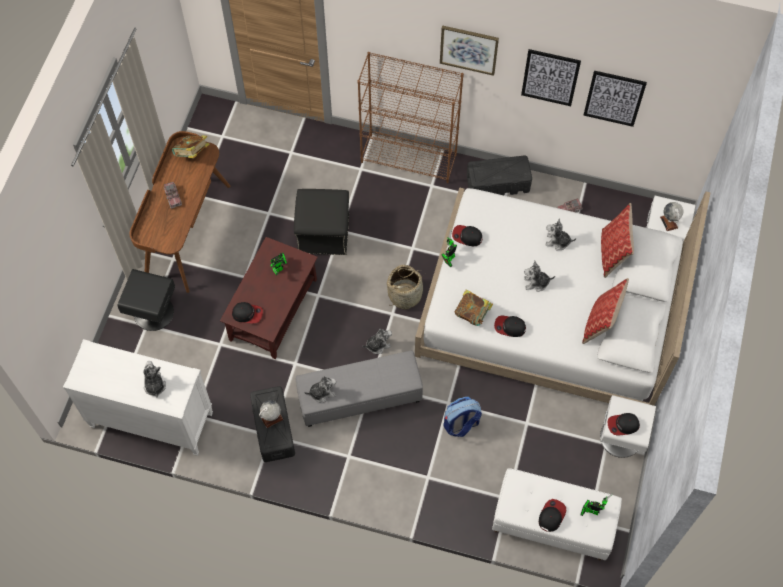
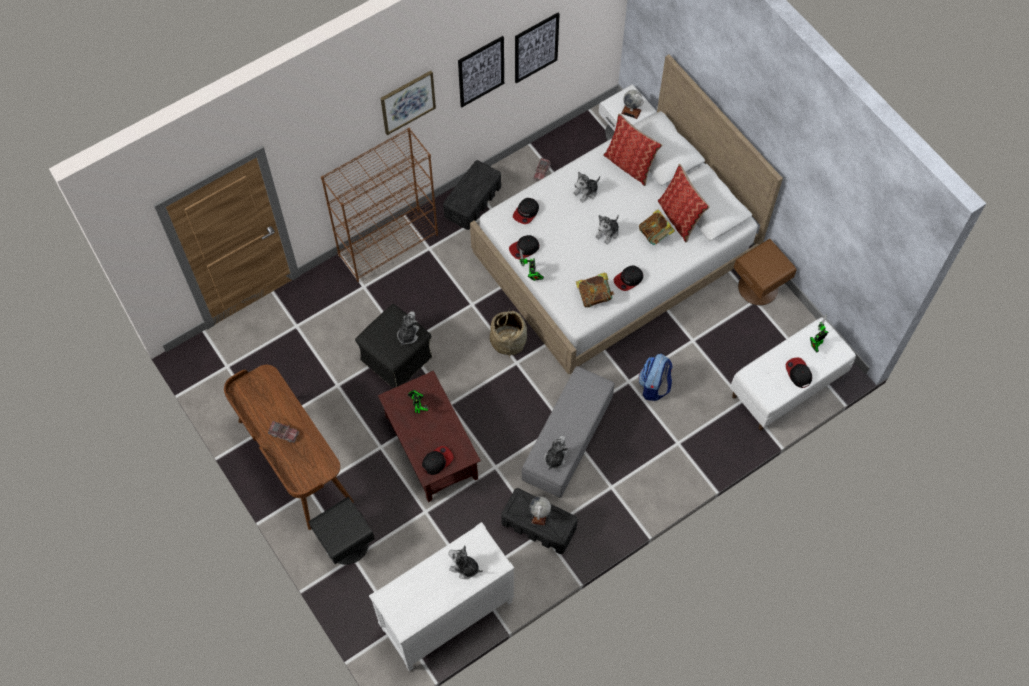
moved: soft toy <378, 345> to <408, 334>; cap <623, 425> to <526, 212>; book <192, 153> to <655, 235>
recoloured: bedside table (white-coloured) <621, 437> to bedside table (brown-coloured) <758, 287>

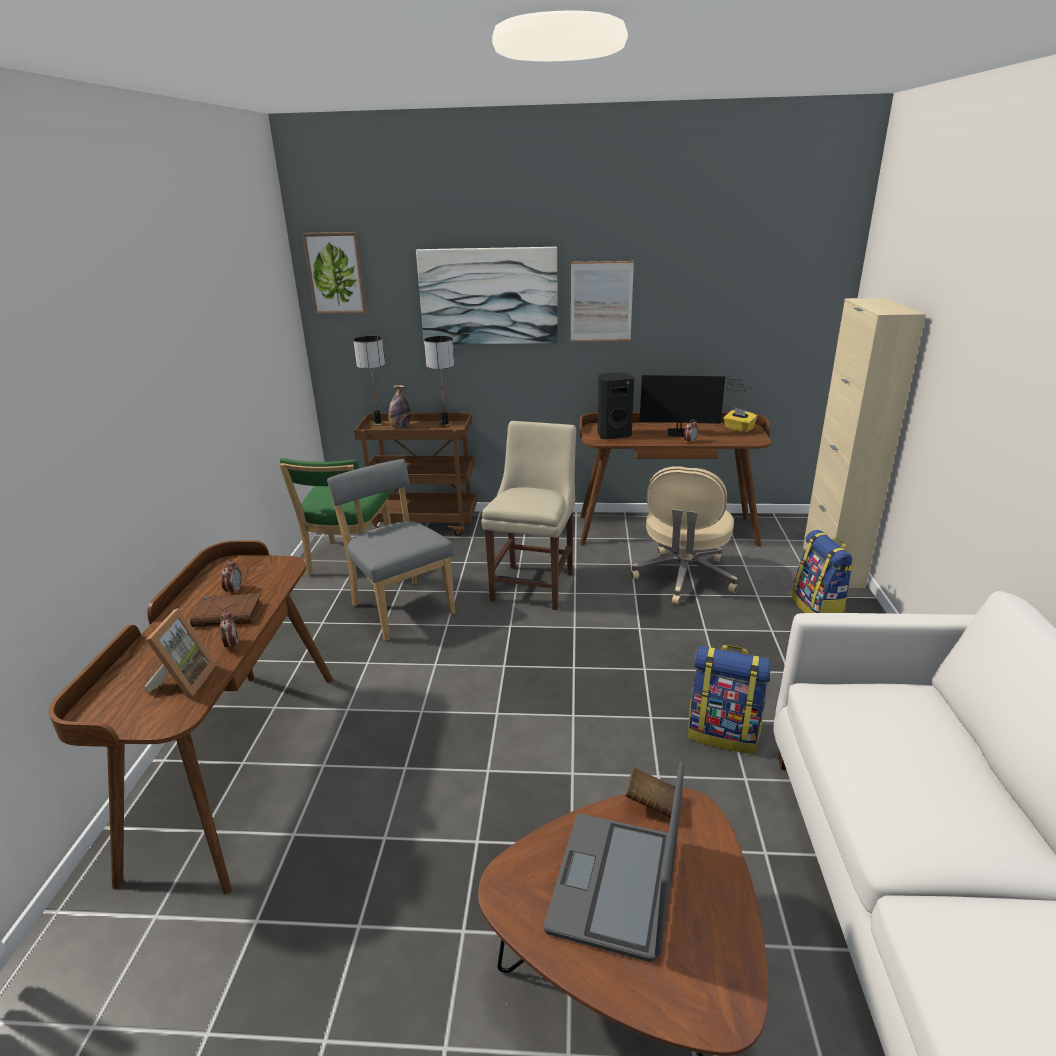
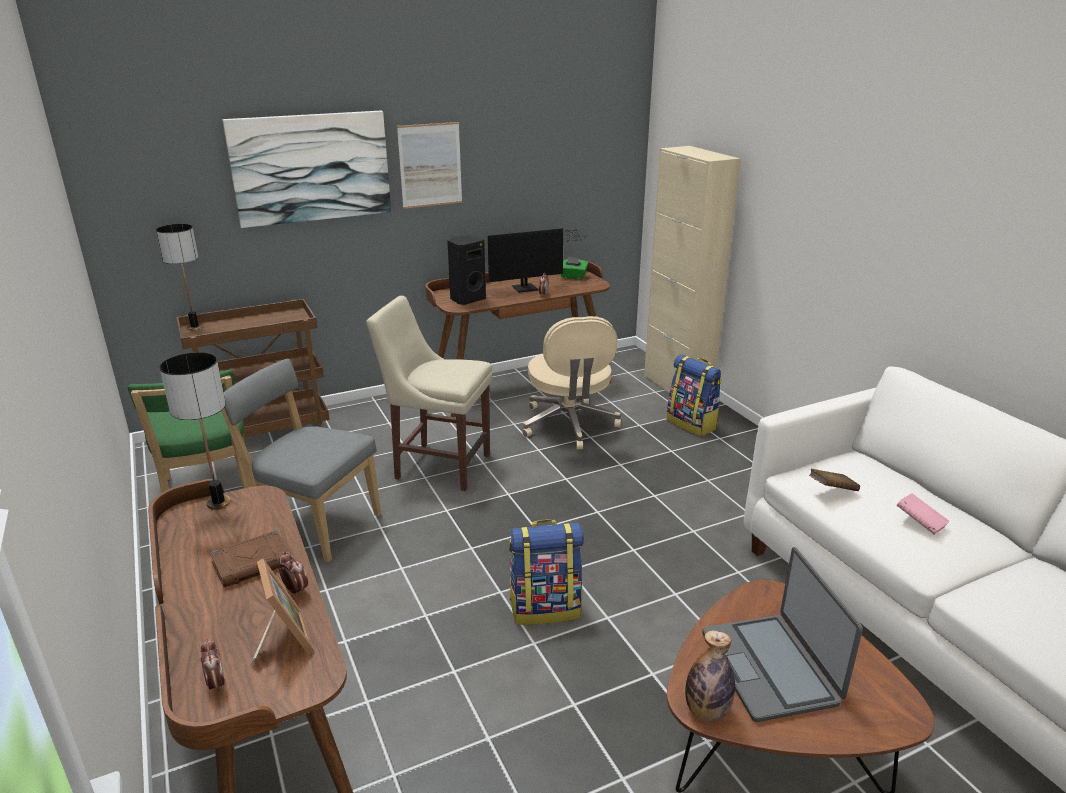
removed: wall art <336, 273>
added: book (pink-coloured) <919, 523>
moved: lamp for a table <445, 425> to <218, 503>; table clock <234, 591> to <216, 683>; backpack <724, 733> to <545, 608>; drink bottle <400, 428> to <706, 711>; book (brown-coloured) <653, 804> to <832, 489>
recoloured: box of tissues (yellowish) <738, 429> to box of tissues (green-coloured) <573, 277>
turned: chair (sand-coloured) <534, 584> = <438, 465> 60 degrees counterclockwise

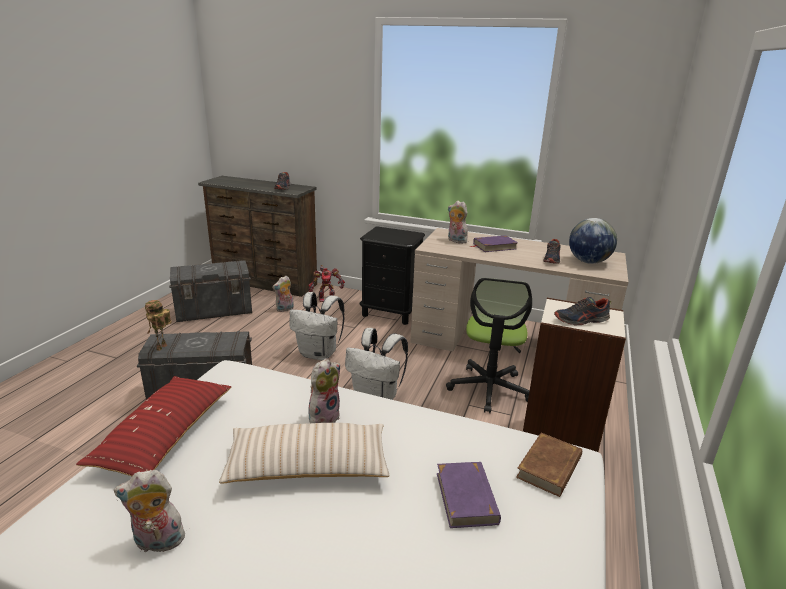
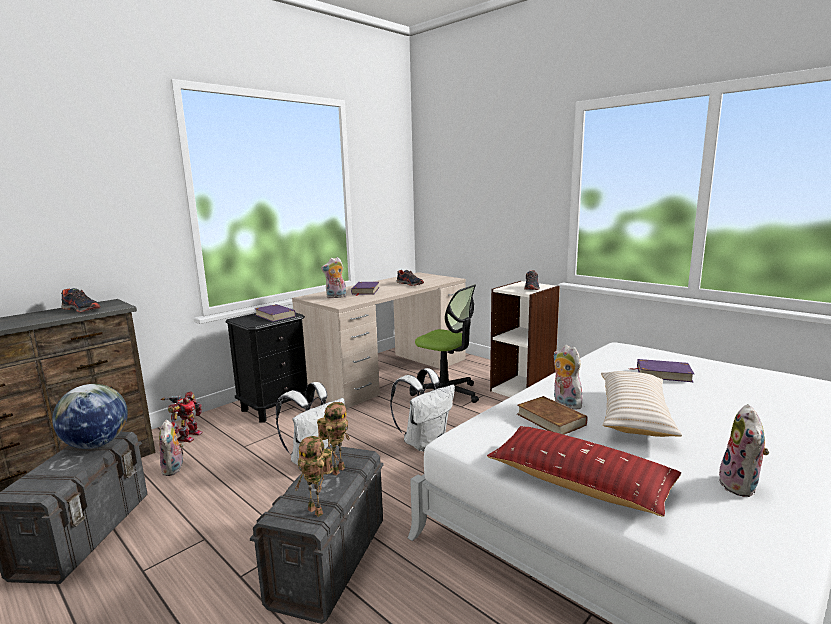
added: book (purple-coloured) <275, 315>; robot figure <337, 469>
moved: world globe <588, 262> to <96, 444>; book (brown-coloured) <549, 467> to <550, 419>

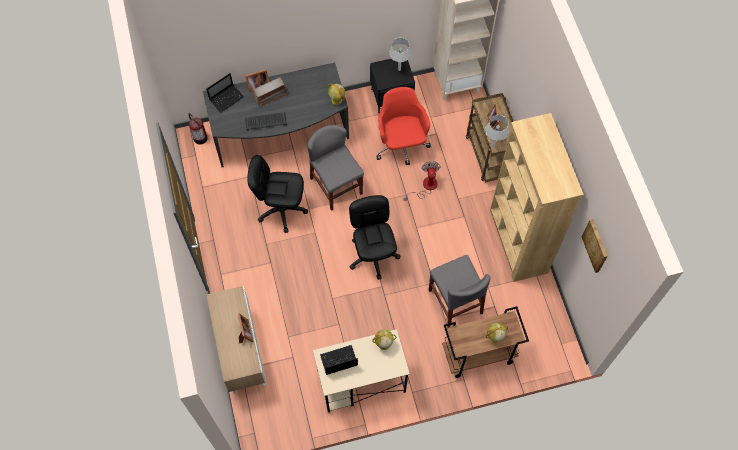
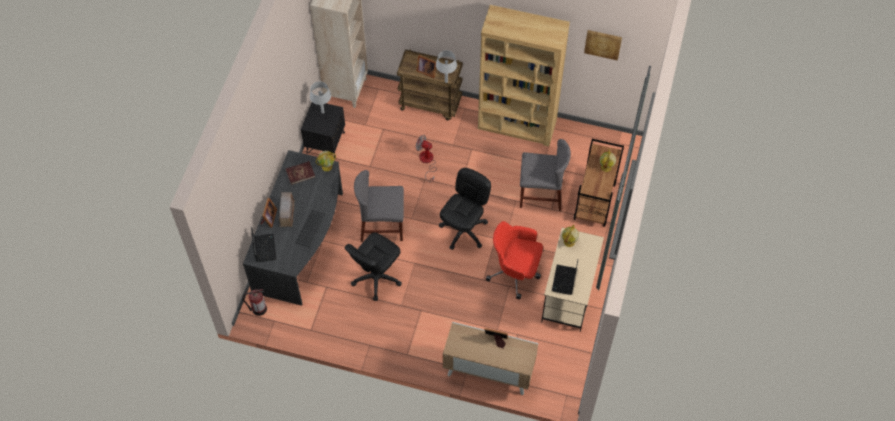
added: book (red-coloured) <300, 173>
moved: desk chair (red-coloured) <401, 144> to <515, 272>
turned: desk chair (blackish) <373, 255> = <464, 230> 105 degrees clockwise

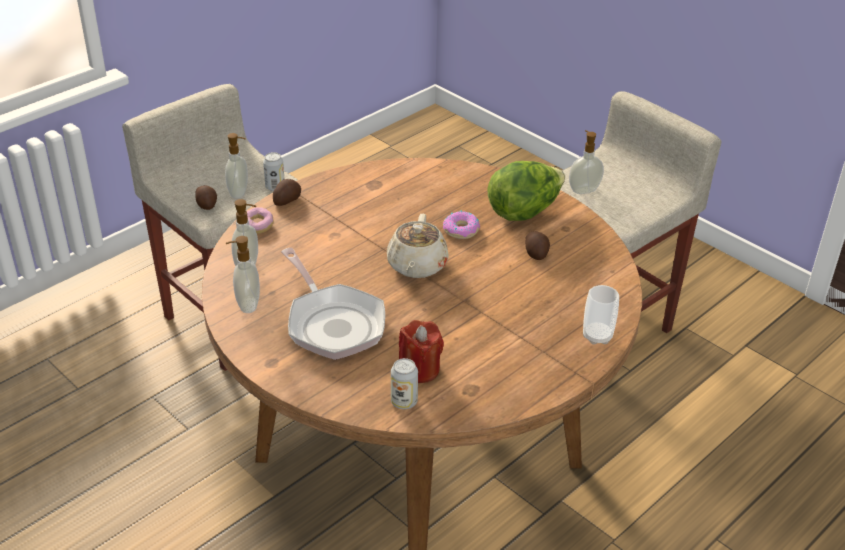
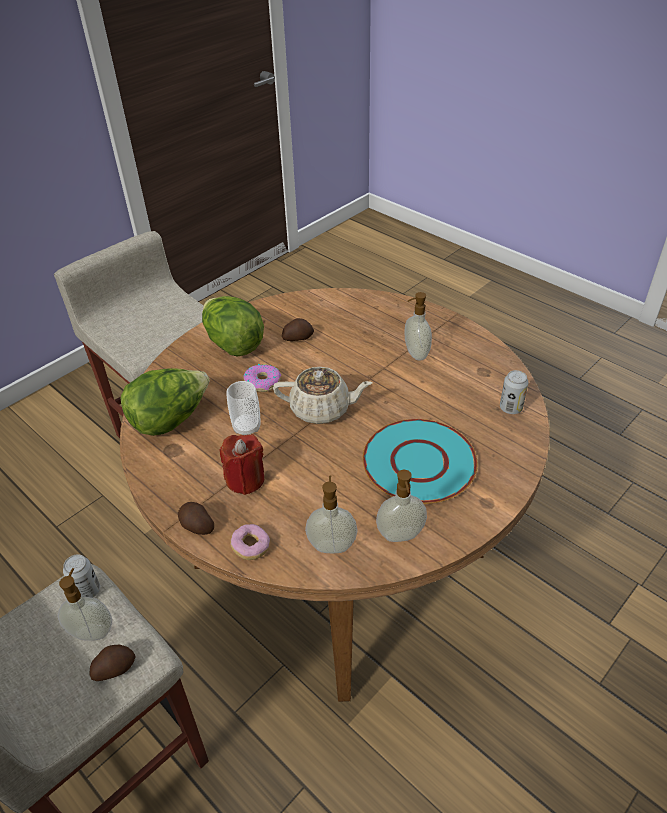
added: lettuce head <170, 419>
moved: wax candle (red-coloured) <419, 369> to <245, 479>; cup <597, 336> to <246, 427>; liquid soap bottle <583, 190> to <415, 354>
replaced: skillet <333, 323> to dinner plate (turquoise) <418, 462>

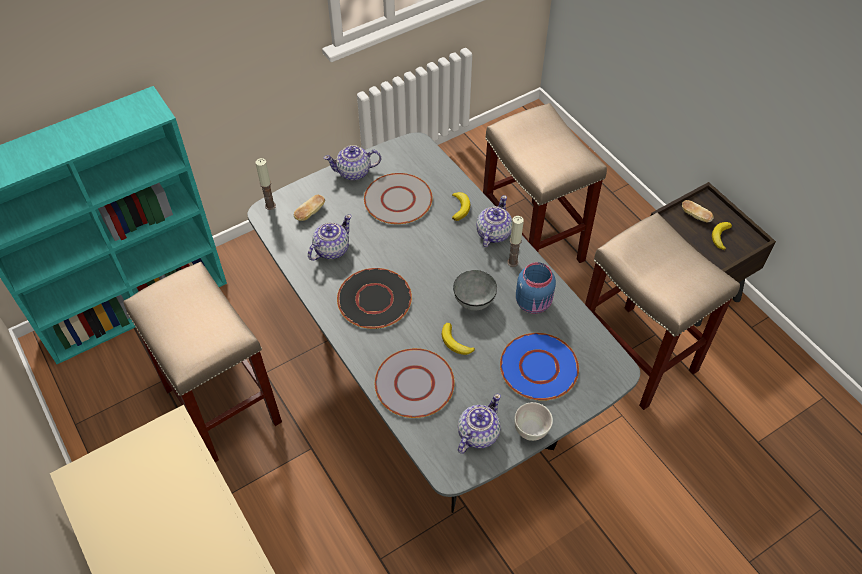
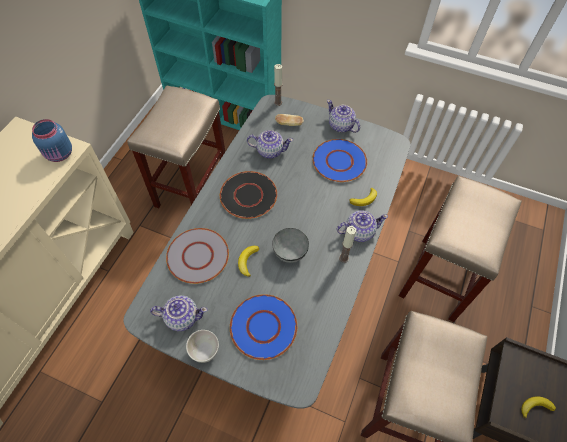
removed: bread <695, 216>
moved: storage jar (bluish) <534, 302> to <60, 154>
recoloured: dinner plate (gray) <397, 200> to dinner plate (bluish) <339, 161>

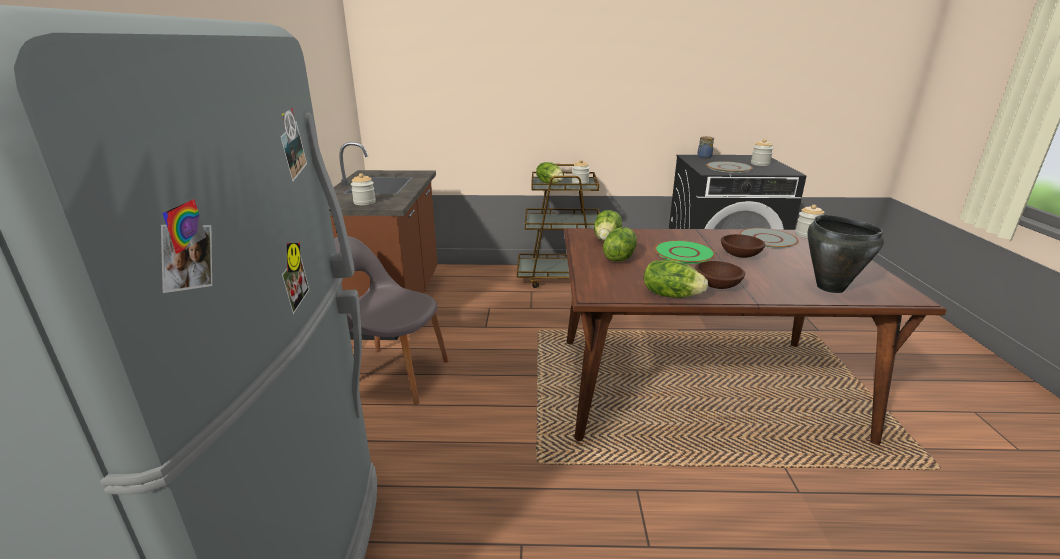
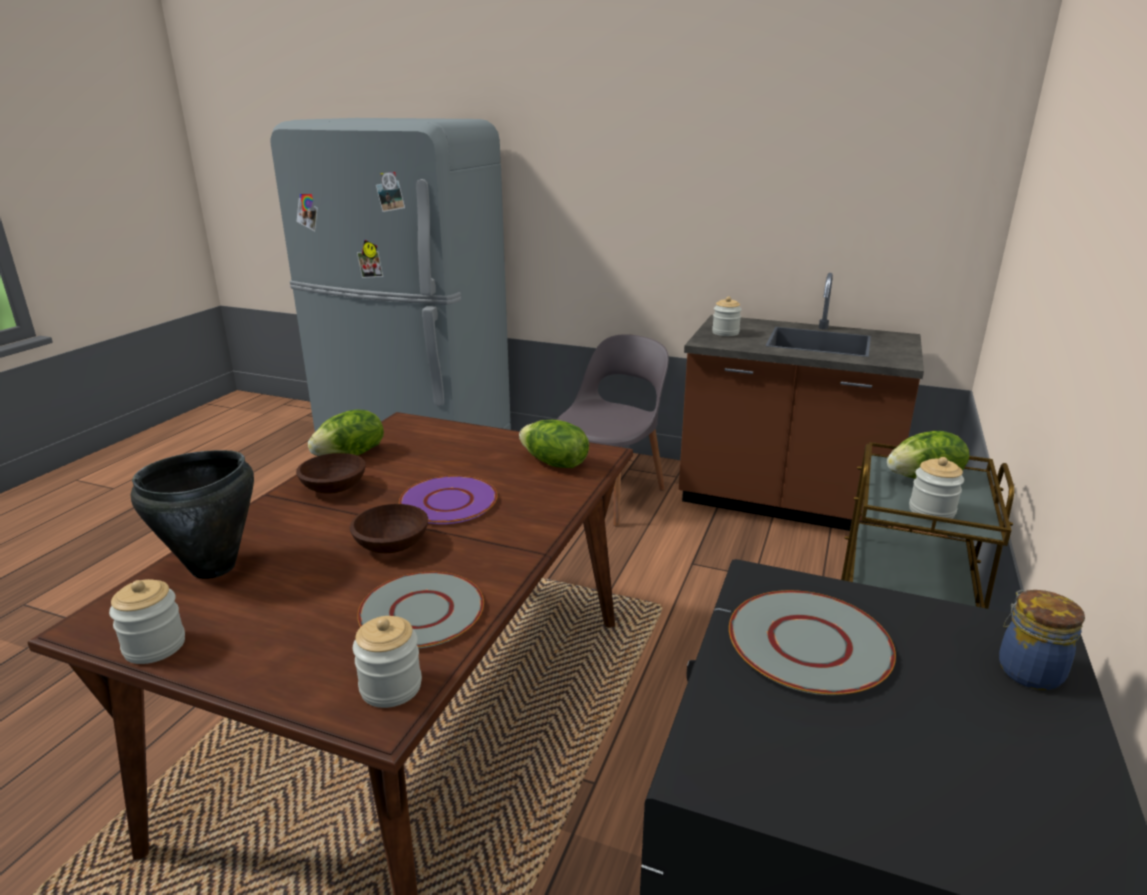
removed: lettuce head <619, 257>
moved: storage jar <760, 164> to <155, 646>
recoloured: dinner plate (green-coloured) <684, 253> to dinner plate (purple-coloured) <449, 502>

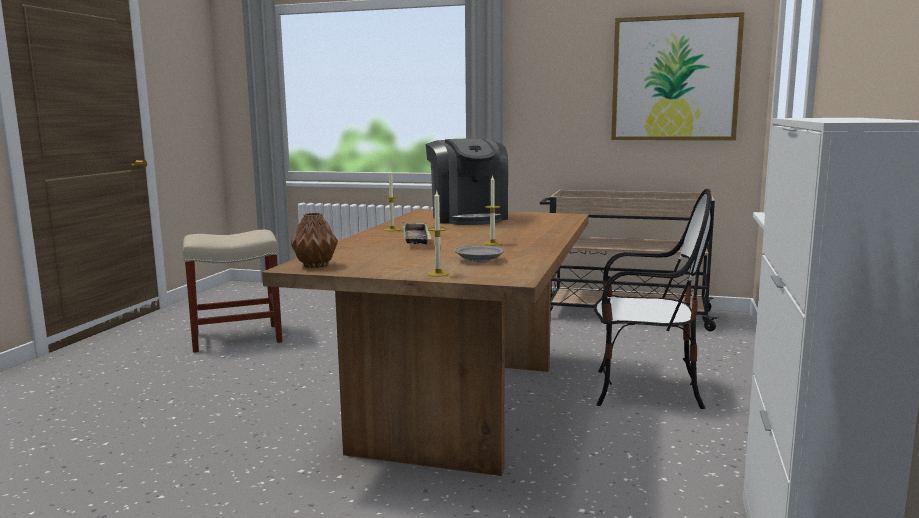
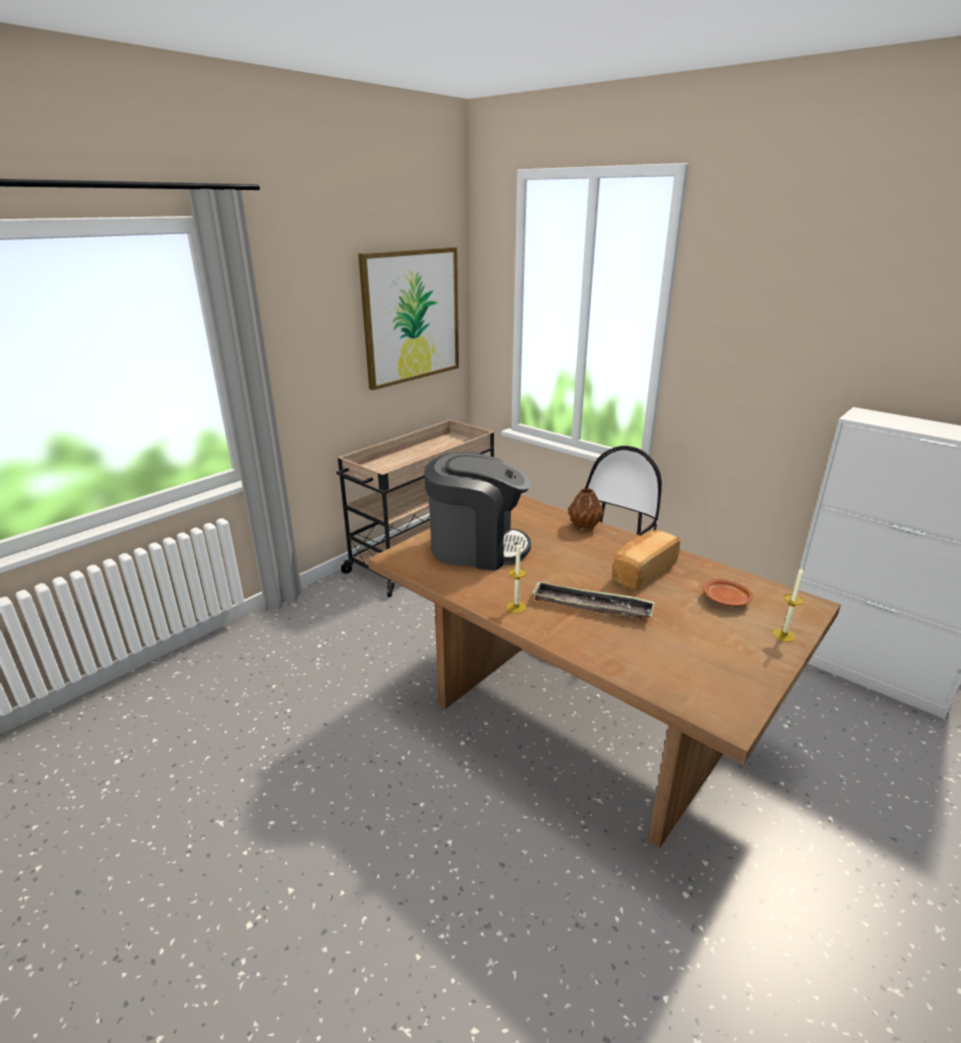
removed: stool seat (sand-coloured) <238, 337>
moved: flower vase (brown-coloured) <316, 266> to <584, 527>
replaced: wax candle <492, 243> to bread <642, 573>
recoloured: dinner plate (gray) <479, 260> to dinner plate (brown-coloured) <726, 600>

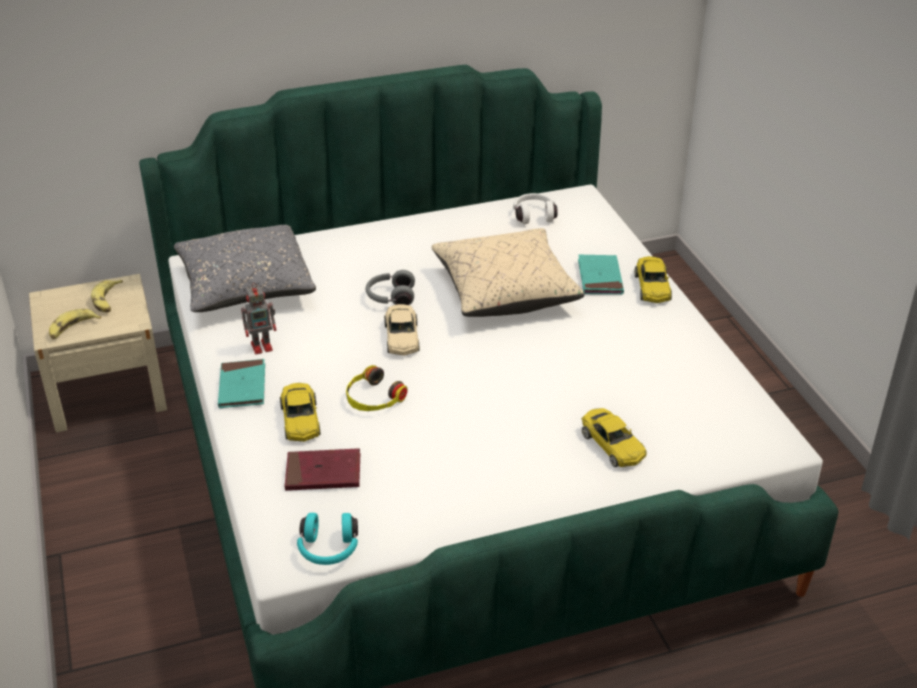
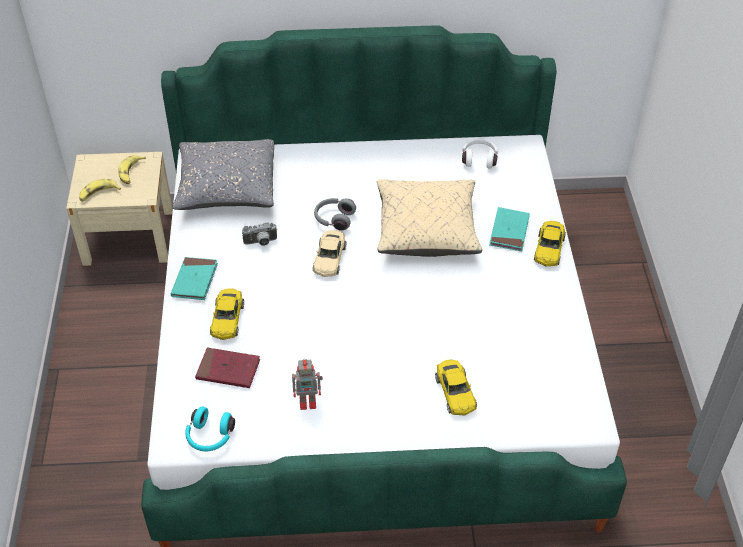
removed: headset <373, 398>
added: photo camera <261, 242>
moved: robot figure <263, 346> to <309, 401>

